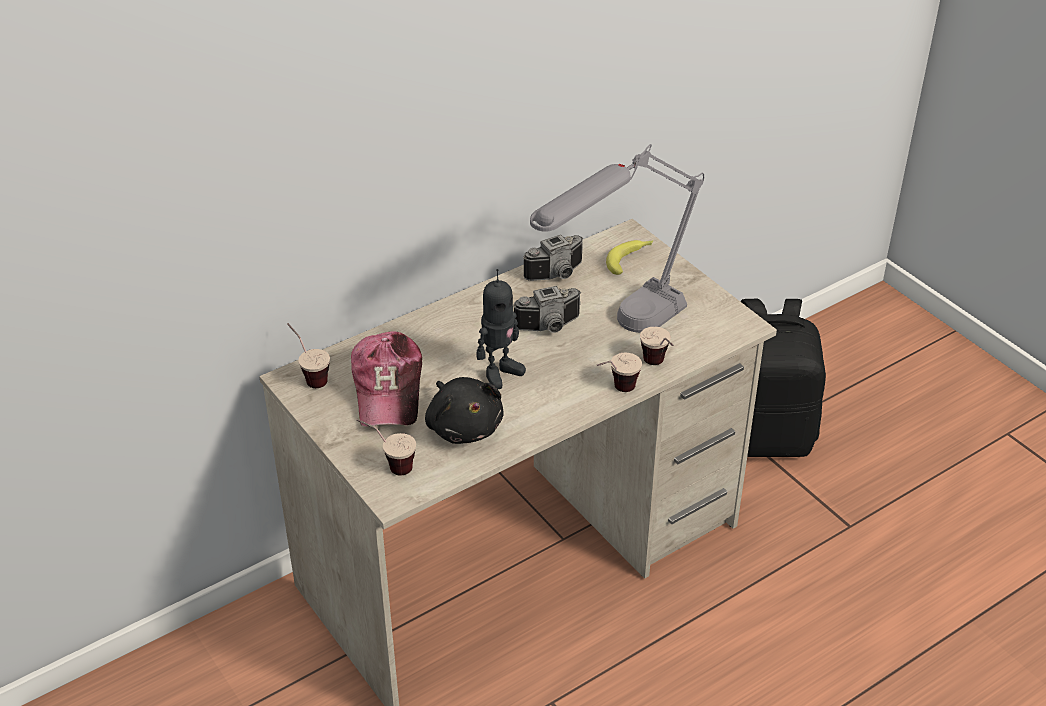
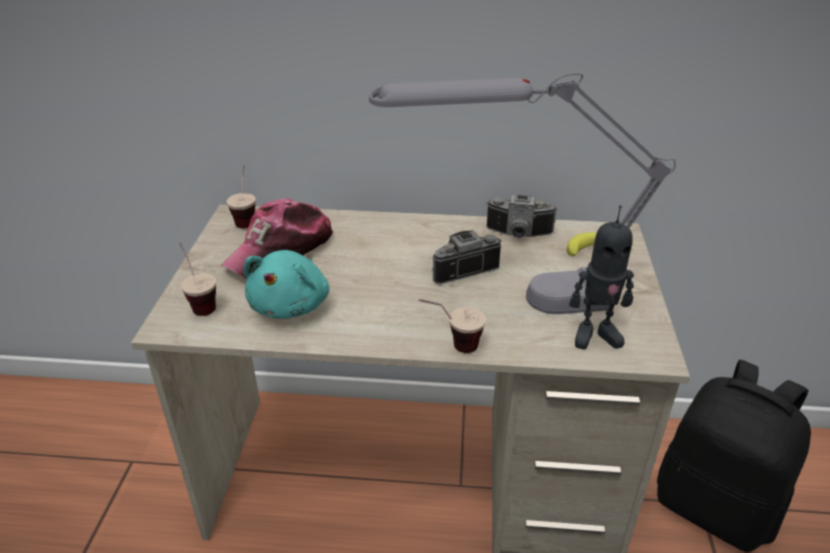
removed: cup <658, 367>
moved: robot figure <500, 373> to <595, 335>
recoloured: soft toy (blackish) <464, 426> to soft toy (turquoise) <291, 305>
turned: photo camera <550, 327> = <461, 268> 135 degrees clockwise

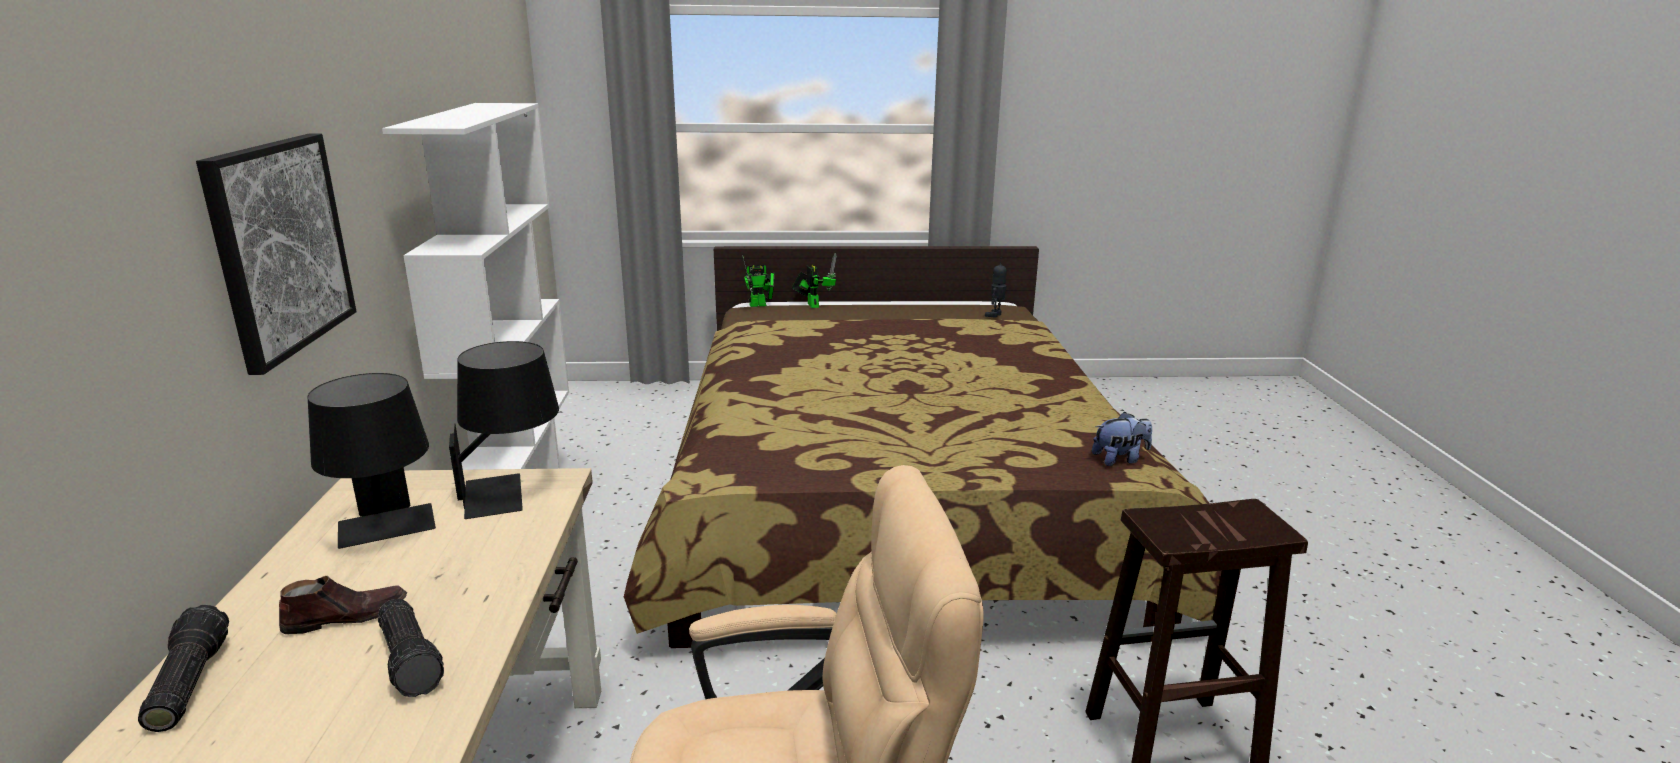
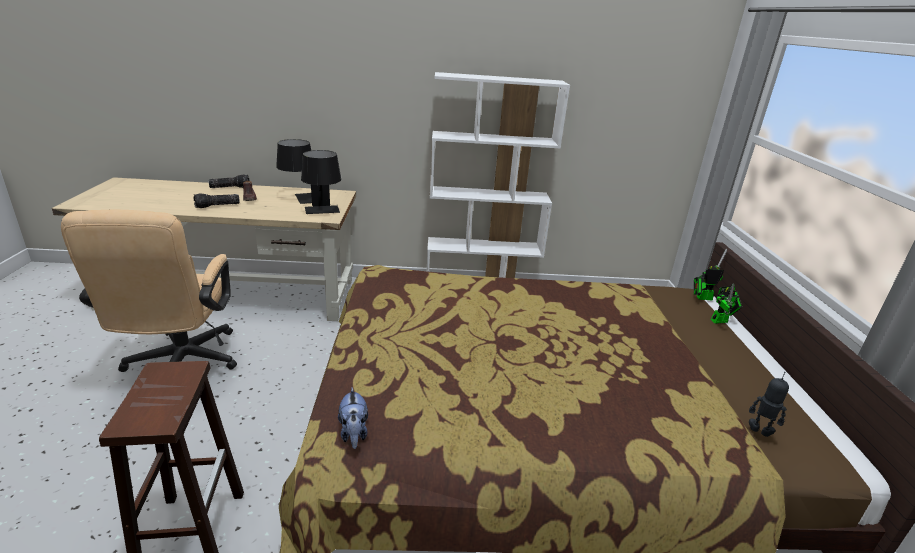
removed: wall art <279, 247>
turned: robot figure <760, 305> = <702, 298> 105 degrees clockwise

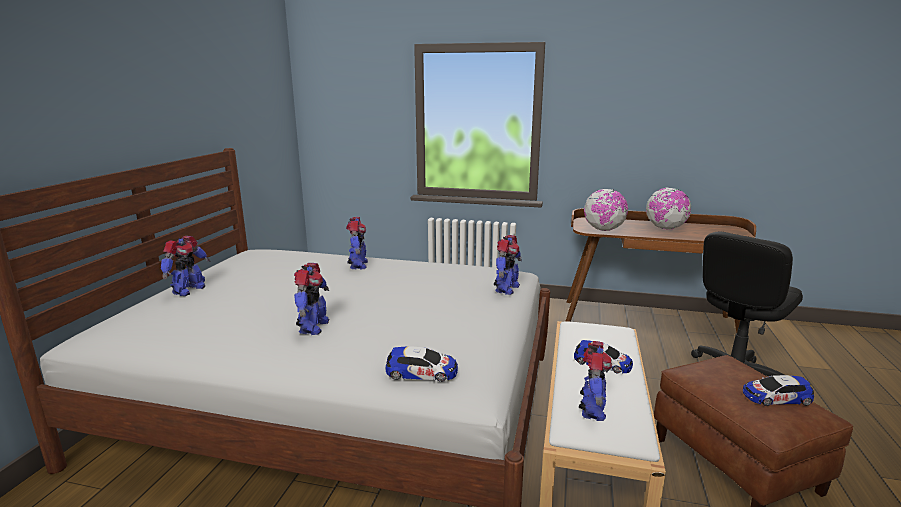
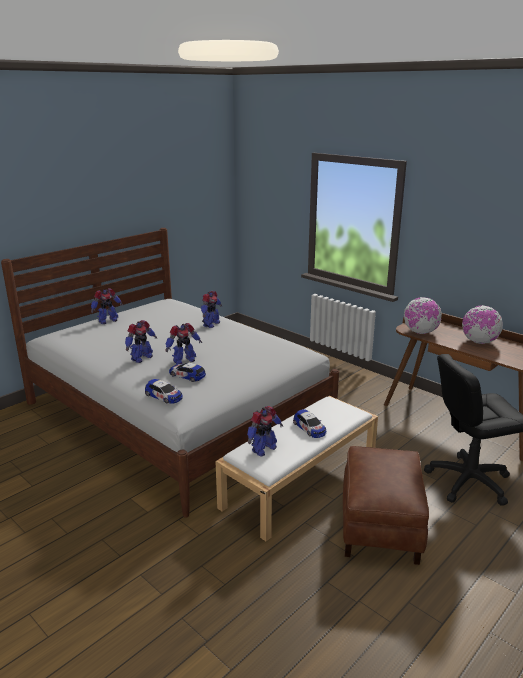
moved: robot figure <506, 289> to <183, 361>; model car <776, 397> to <187, 375>

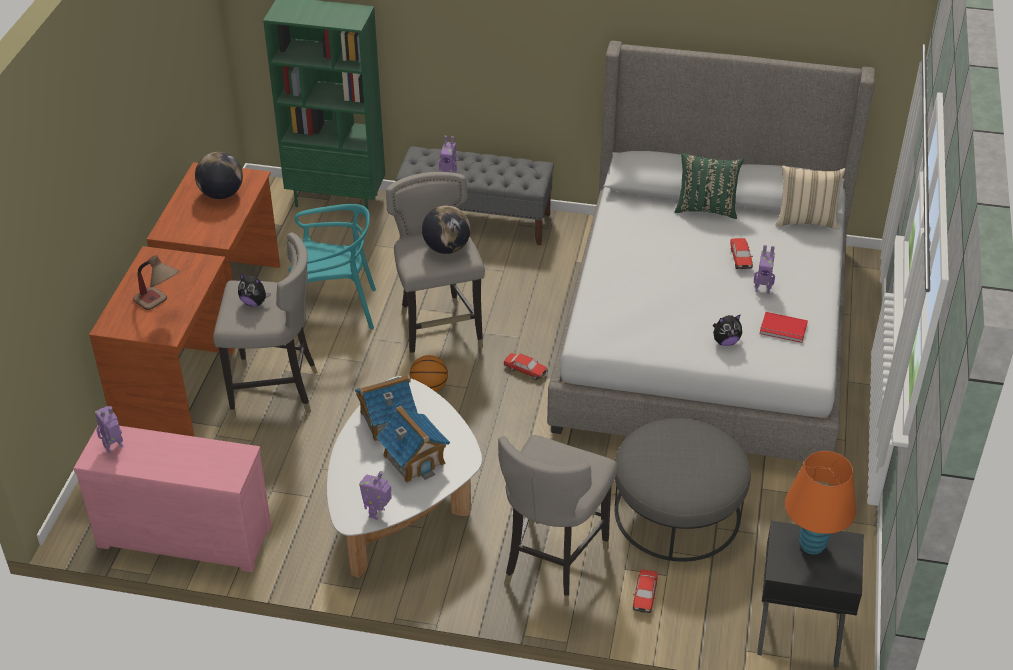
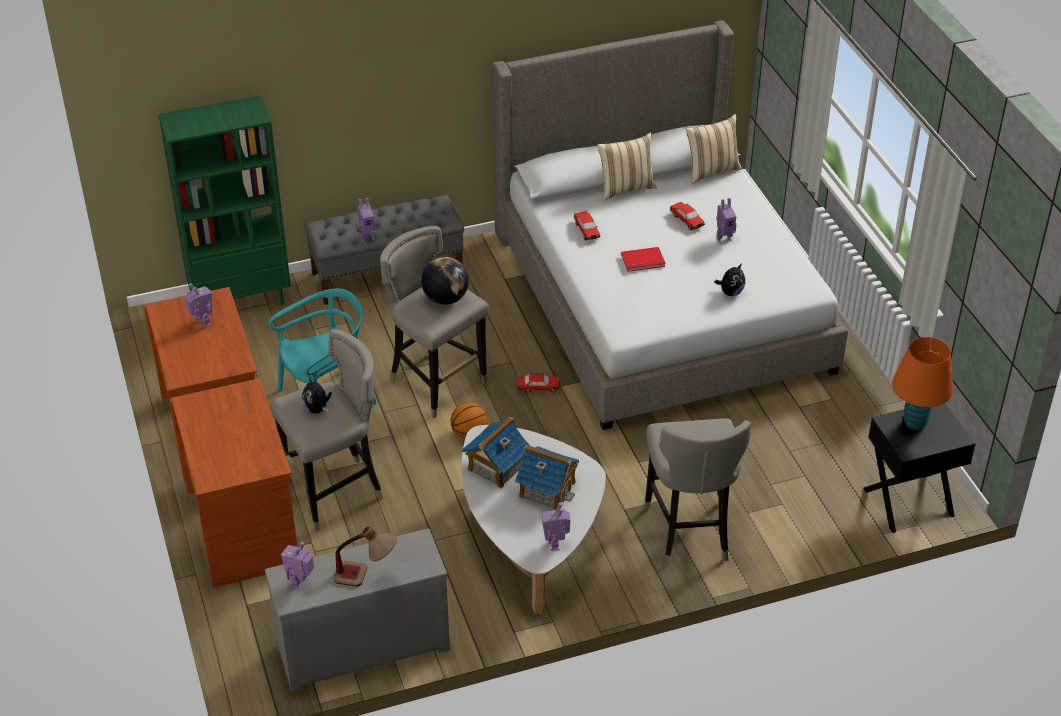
removed: ottoman (gray) <677, 512>
moved: lamp for a table <161, 306> to <367, 577>; model car <645, 595> to <586, 230>; book (red-coloured) <783, 329> to <643, 261>
replaced: world globe <221, 194> to robot figure <202, 323>
recoloured: chest of drawers (pink-coloured) <186, 533> to chest of drawers (gray) <362, 644>; cushion (green-coloured) <706, 208> to cushion (sand-coloured) <625, 188>
turned: soft toy <254, 302> = <317, 409> 75 degrees clockwise

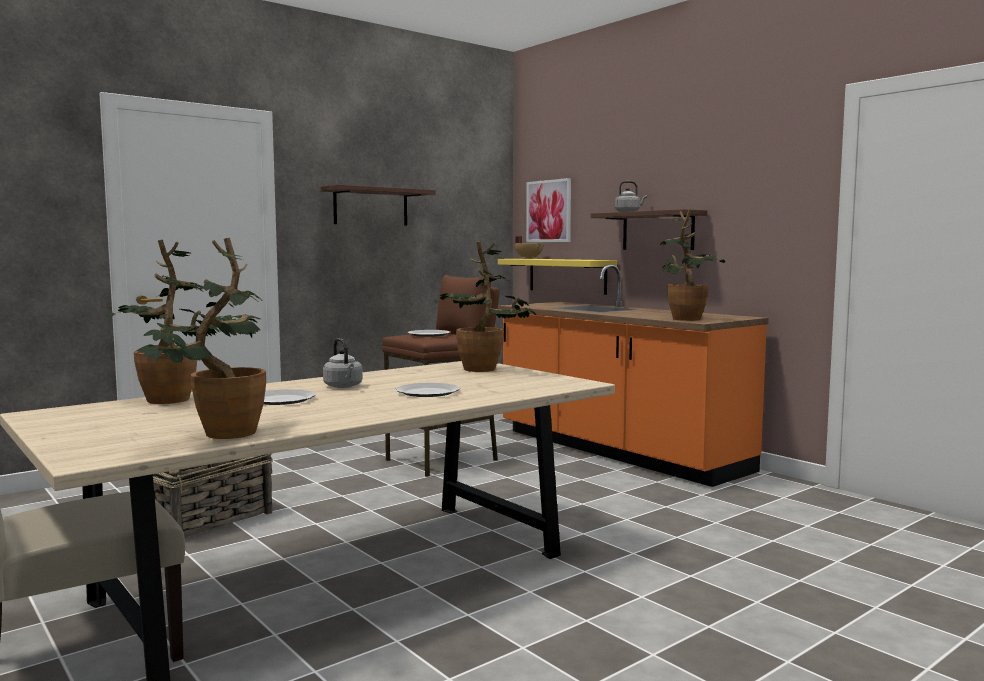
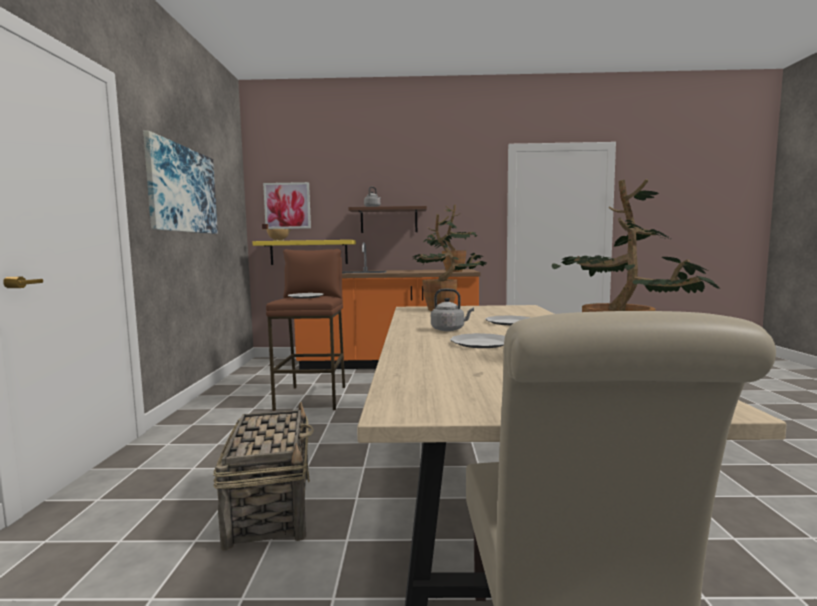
removed: plant in a pot <171, 401>
replaced: bracket shelf <371, 207> to wall art <182, 189>

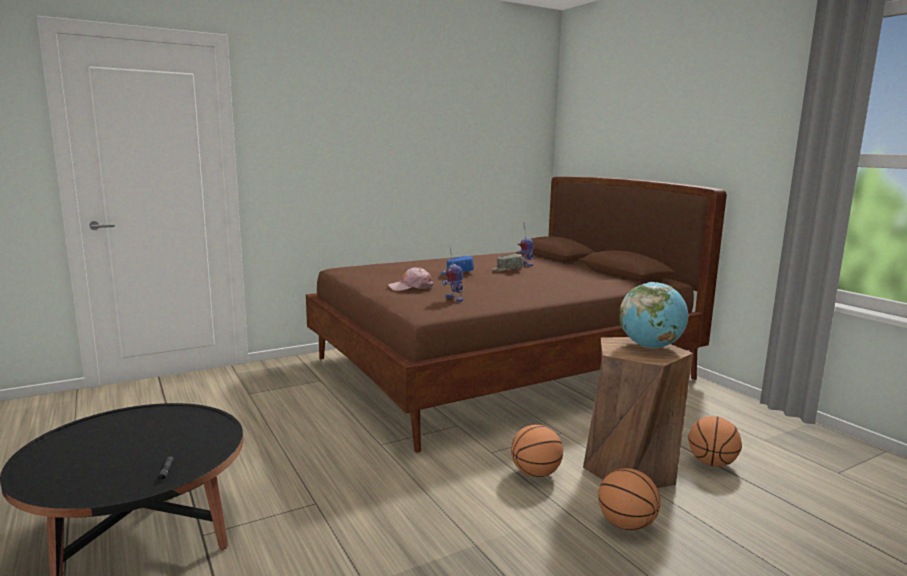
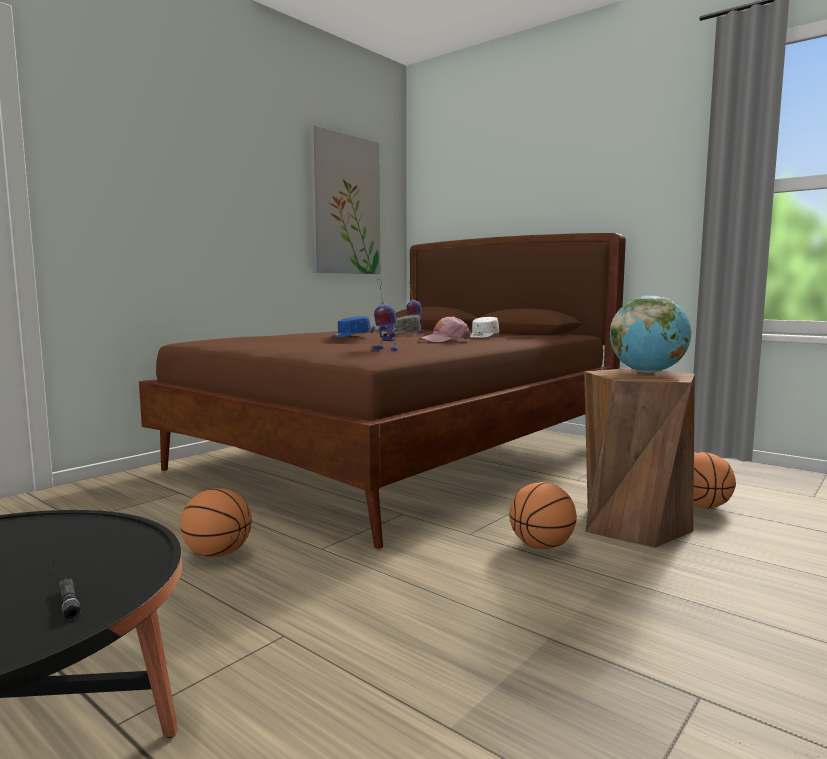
added: wall art <345, 205>; cap (white-coloured) <483, 336>
moved: basketball ball <626, 525> to <218, 554>; cap (pink-coloured) <411, 287> to <445, 340>

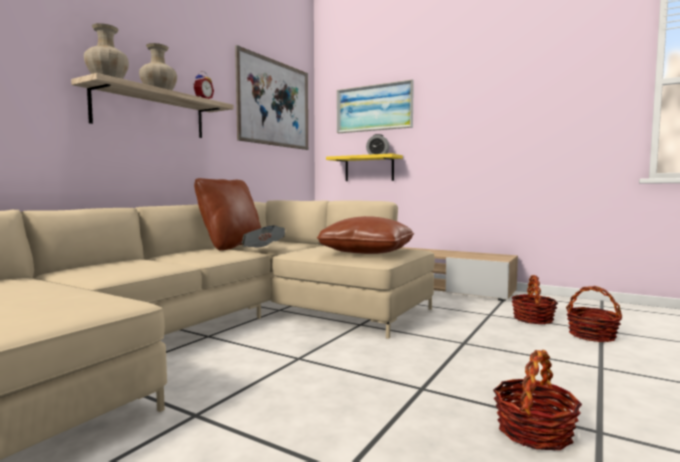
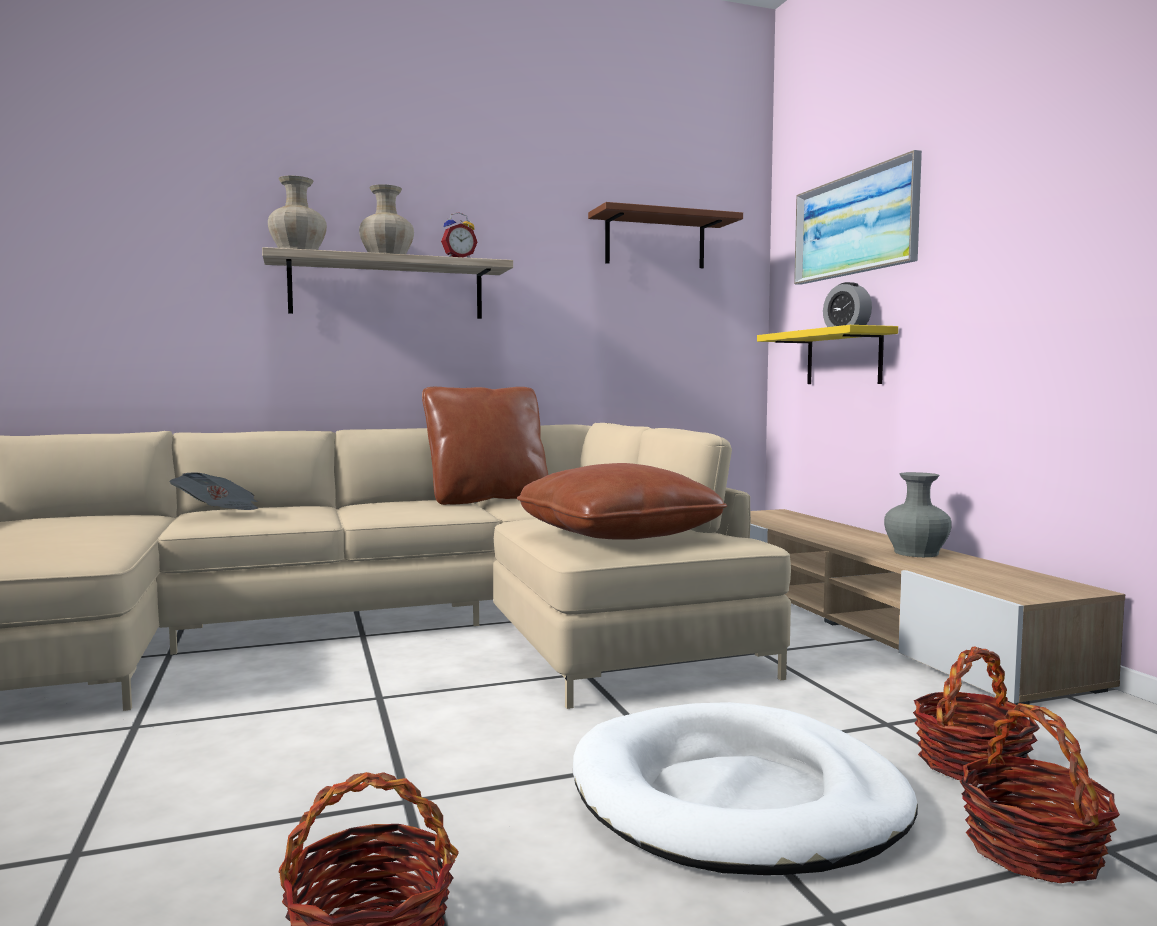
added: dog cushion (white-coloured) <737, 798>; flower vase (gray) <916, 553>
moved: printed paper <263, 250> to <220, 515>
replaced: wall art <275, 103> to bracket shelf (brown-coloured) <655, 241>

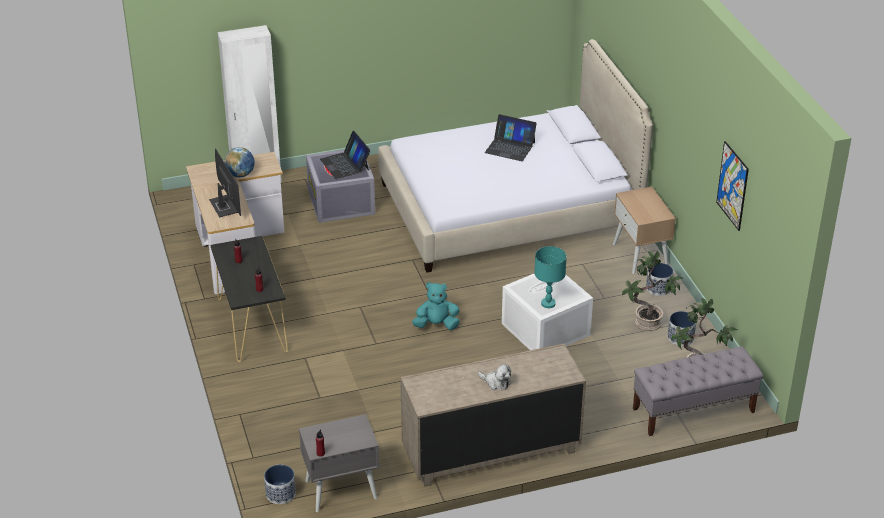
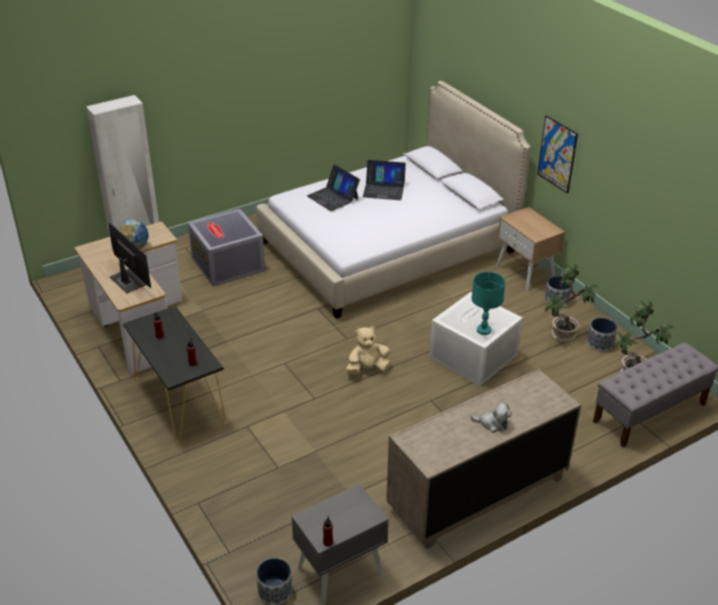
moved: notebook computer <345, 164> to <333, 197>; wall art <732, 185> to <557, 154>
recoloured: soft toy (turquoise) <436, 325> to soft toy (sand-coloured) <367, 369>

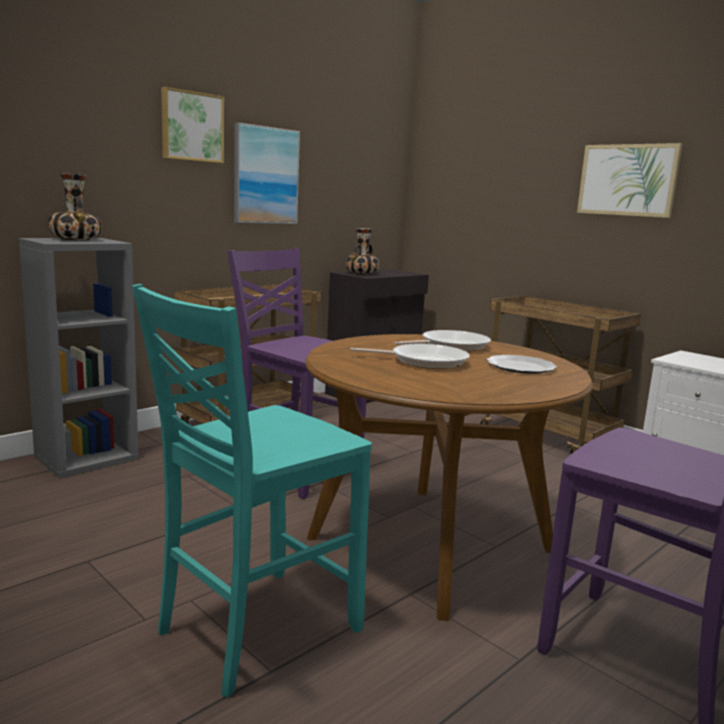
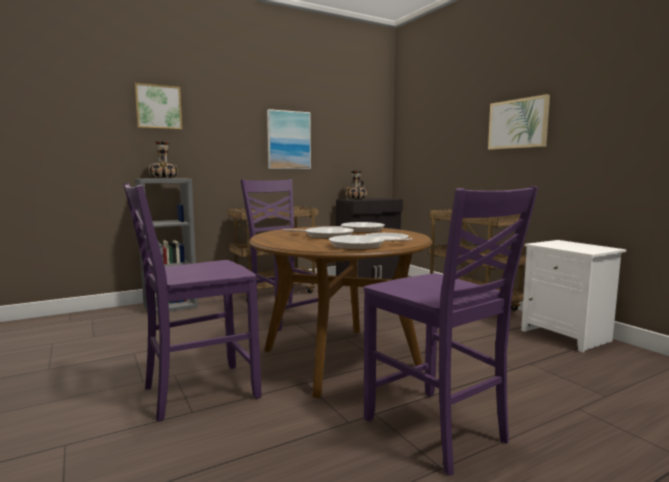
added: skillet <360, 246>
moved: wall art <191, 126> to <158, 107>
recoloured: chair (turquoise) <254, 630> to chair (purple-coloured) <198, 392>

